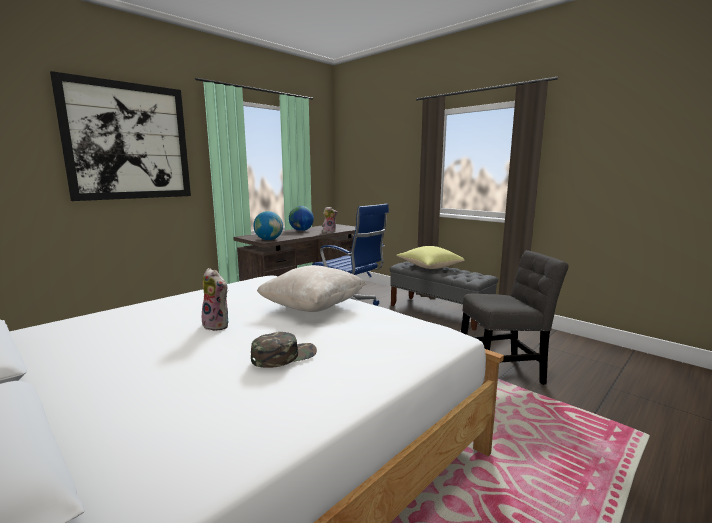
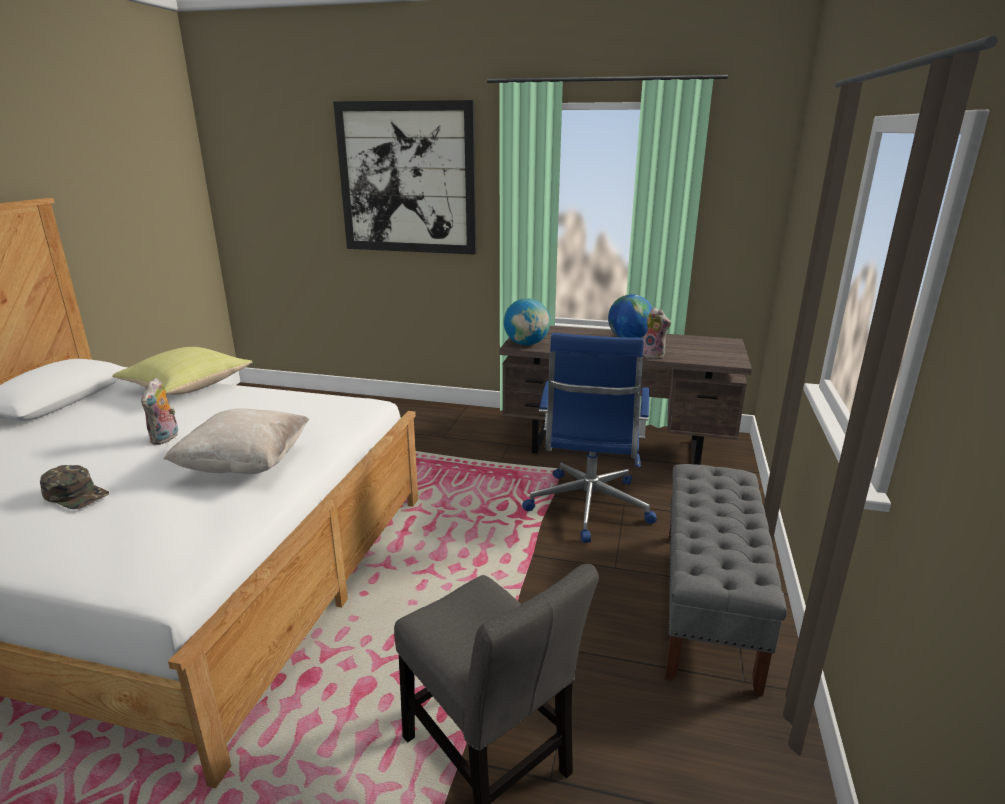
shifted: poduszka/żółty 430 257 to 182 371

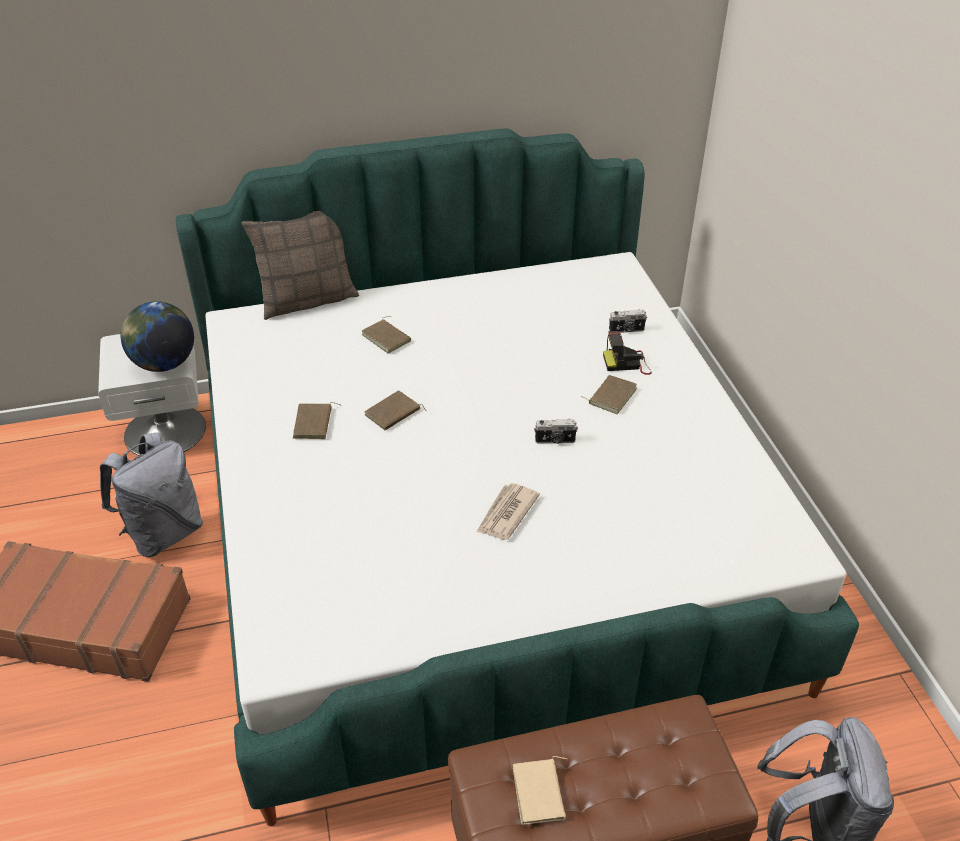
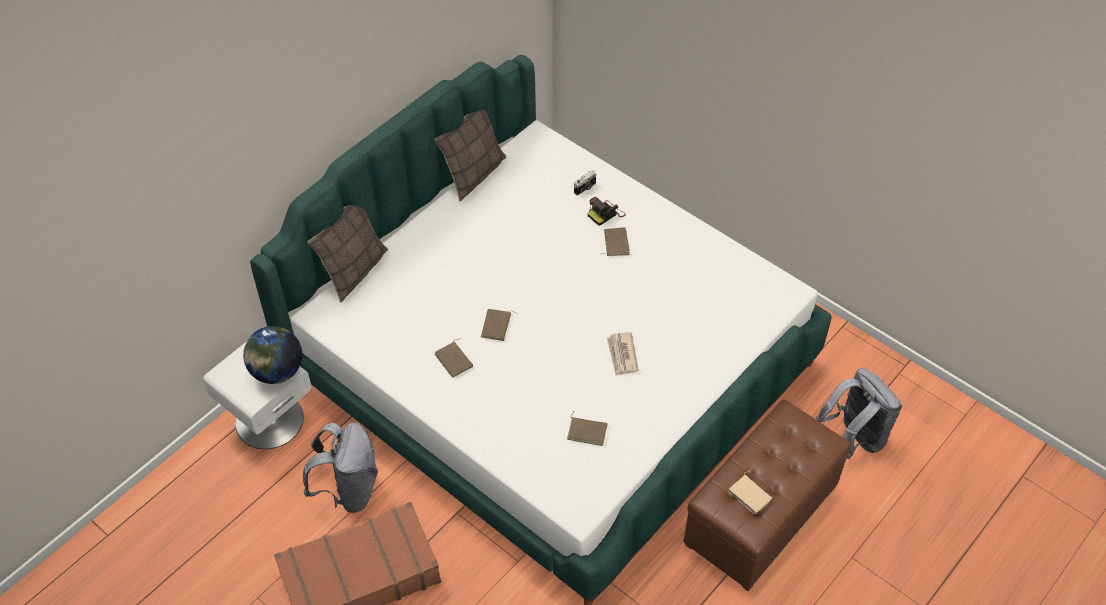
gone: aparat fotograficzny 556 431
new: poduszka 470 155
shifted: książka/brązowy 386 334 to 587 429

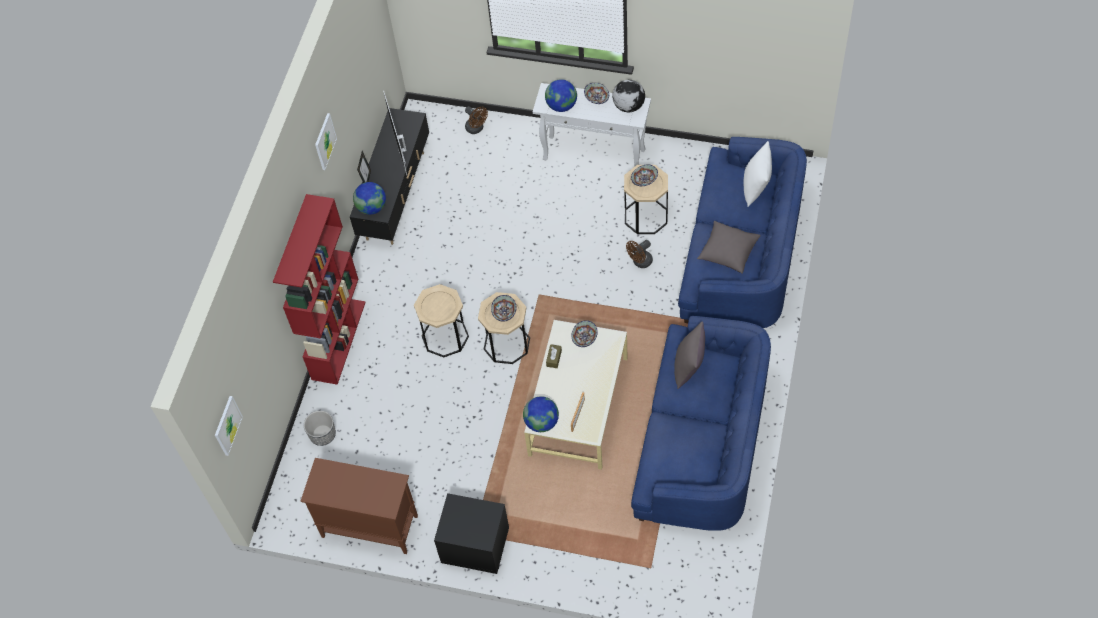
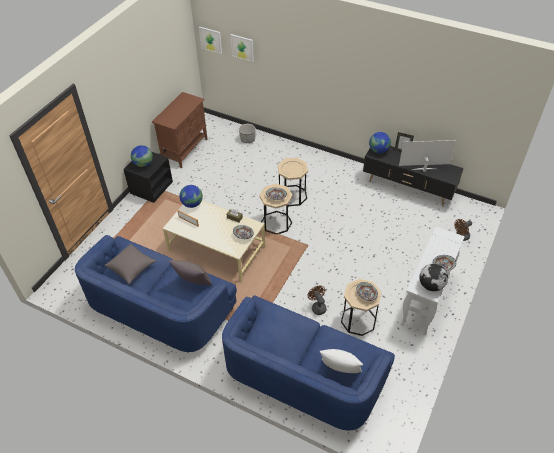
gone: regał/czerwony 319 289
shifted: globus 561 95 to 142 156; obraz 326 141 to 242 48; poduszka/szary 728 247 to 130 264

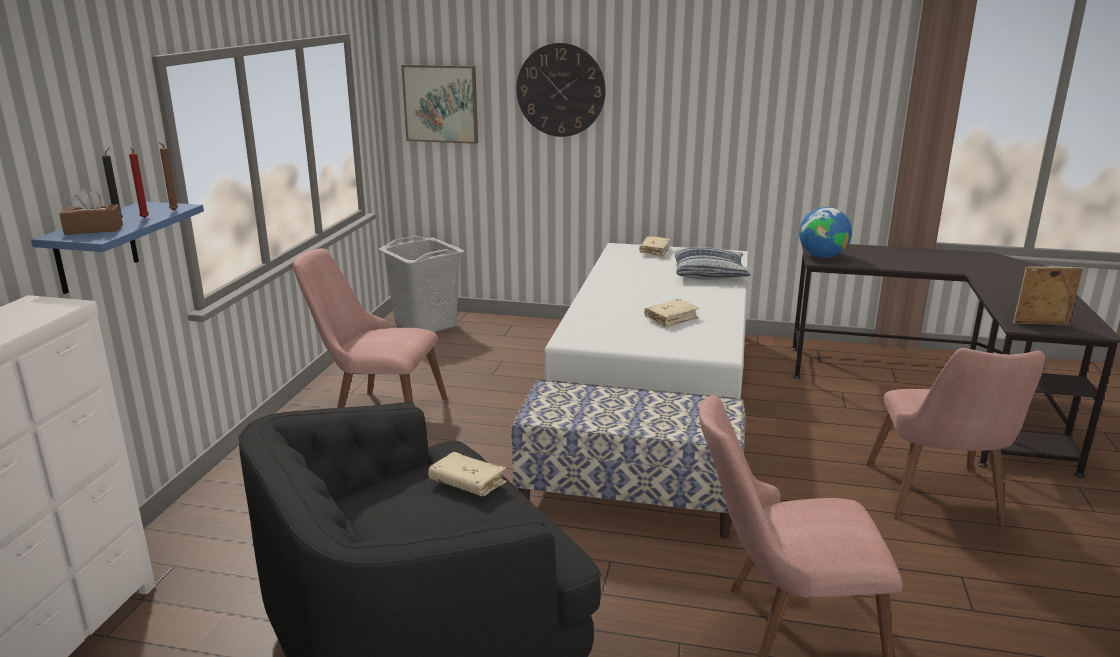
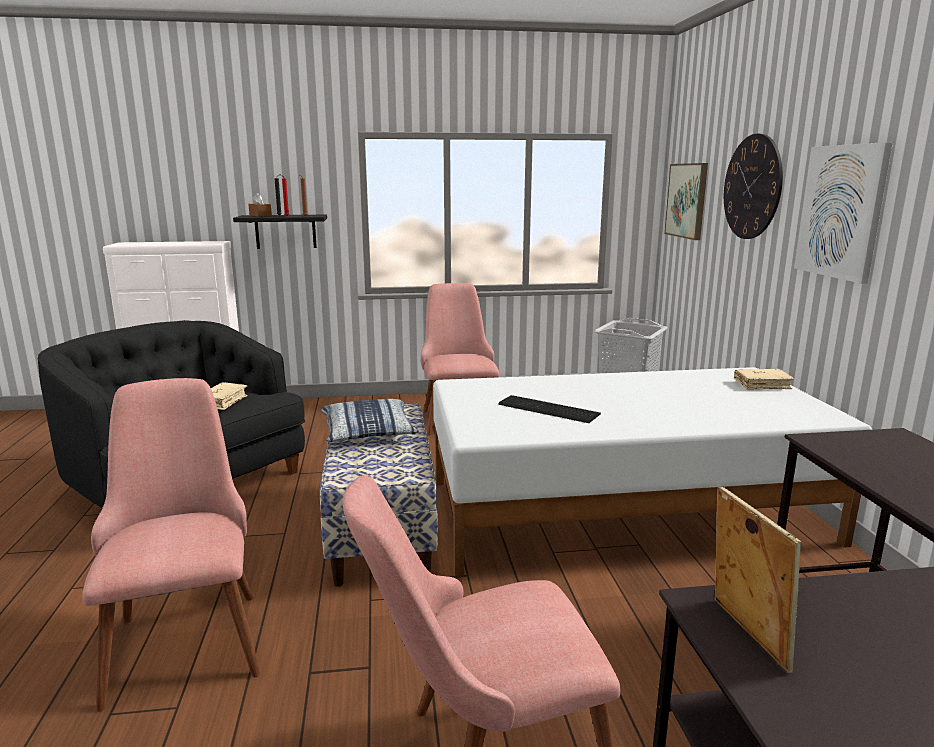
gone: globus 825 232
new: obraz 843 213
shifted: poduszka 712 263 to 370 420
swapped: książka/beżowy 671 313 to klawiatura 549 409
repainted: półka/niebieski 117 248 to półka/czarny 280 232

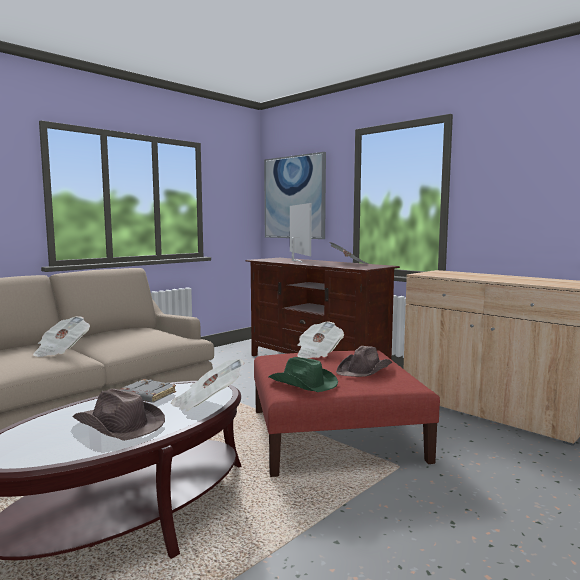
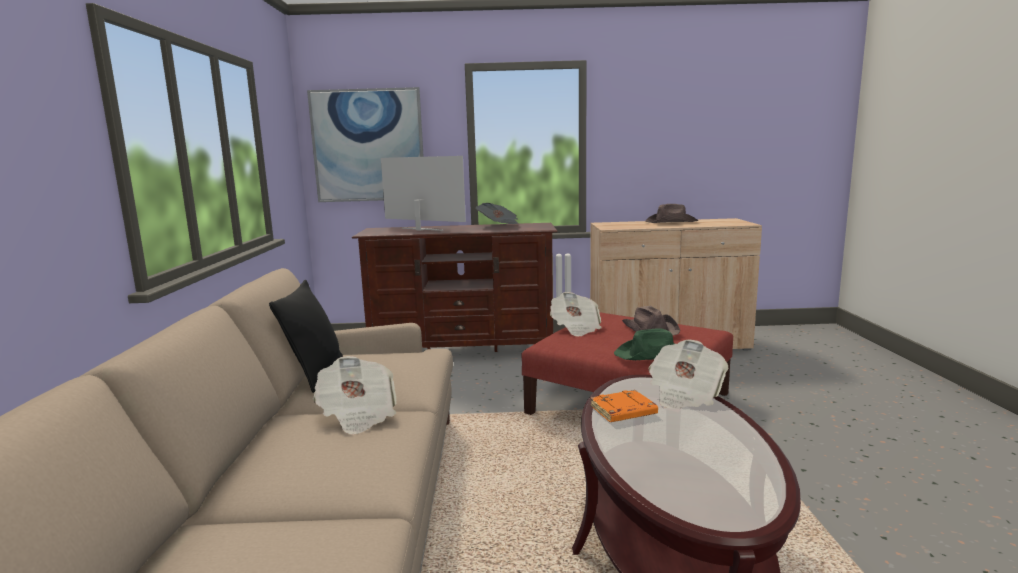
new: poduszka/czarny 306 336
shifted: kapelusz/brązowy 118 415 to 671 213
repainted: książka/szary 147 391 to książka/pomarańczowy 624 406

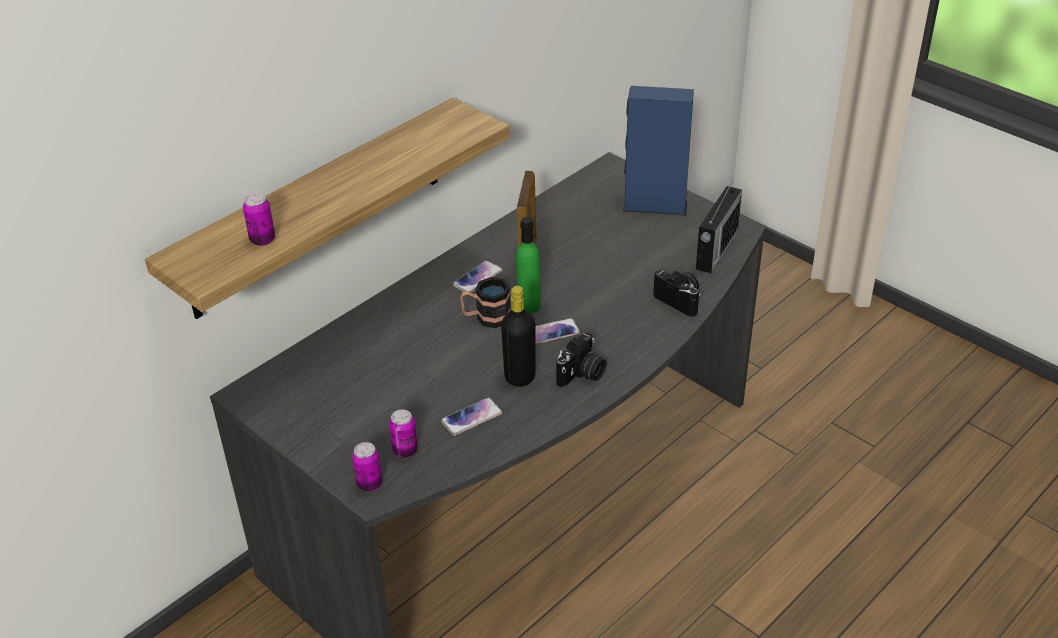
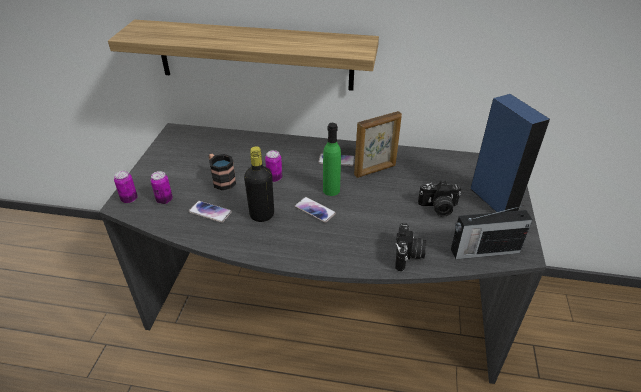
shifted: puszka 259 219 to 273 166; kubek 485 302 to 222 172; aparat fotograficzny 581 359 to 439 199

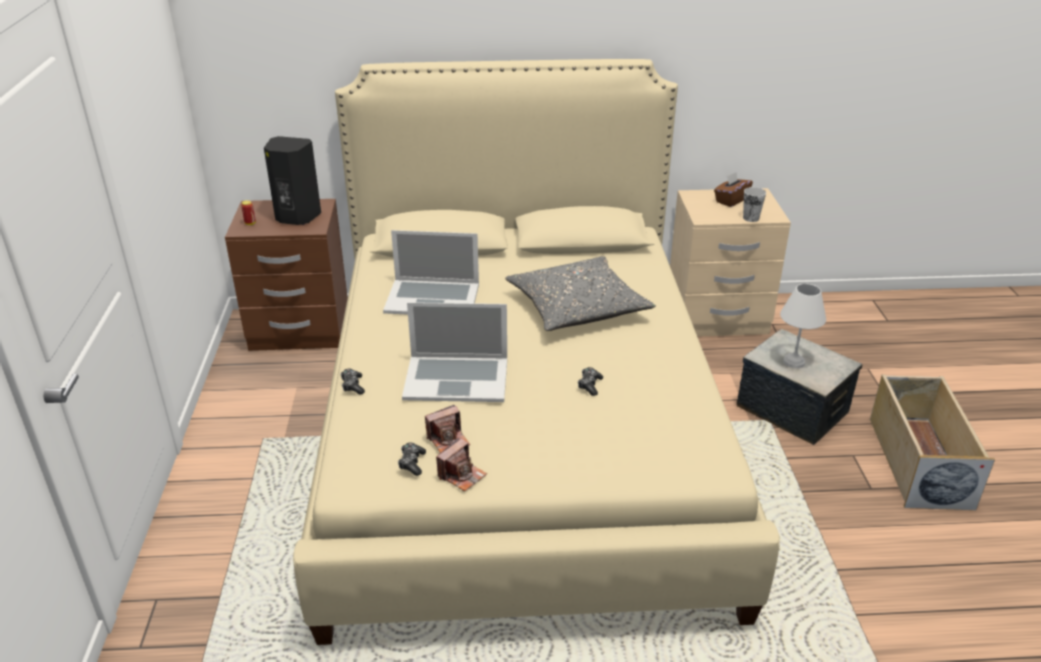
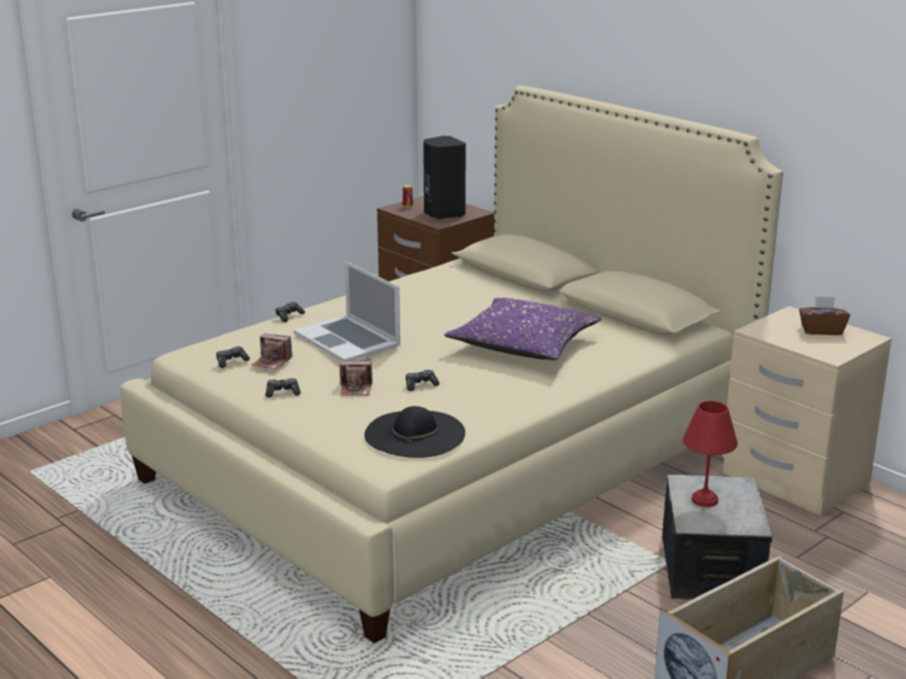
gone: filiżanka 754 204; laptop 431 272
new: pad do gier 283 388; kapelusz/czarny 414 432
shifted: aparat fotograficzny 461 464 to 356 378
repainted: poduszka/szary 580 293 to poduszka/fioletowy 522 329; lampa stołowa/biały 803 325 to lampa stołowa/czerwony 710 454

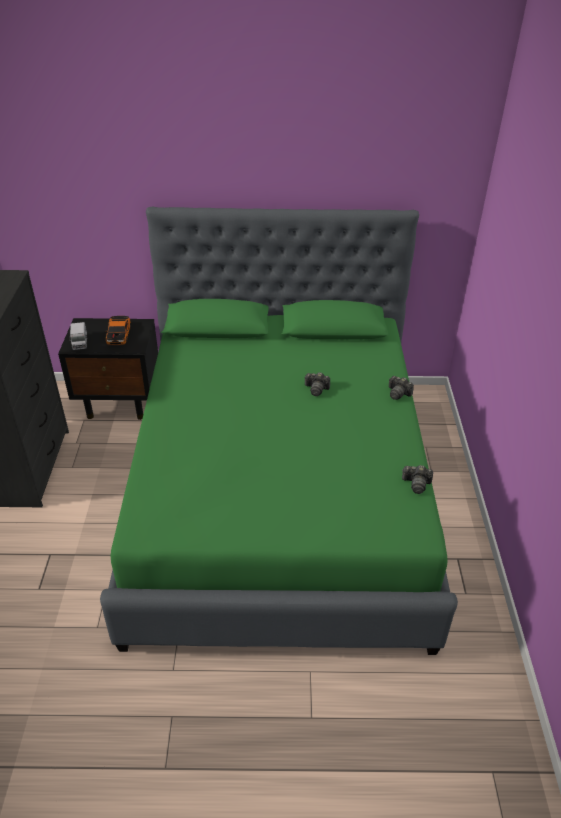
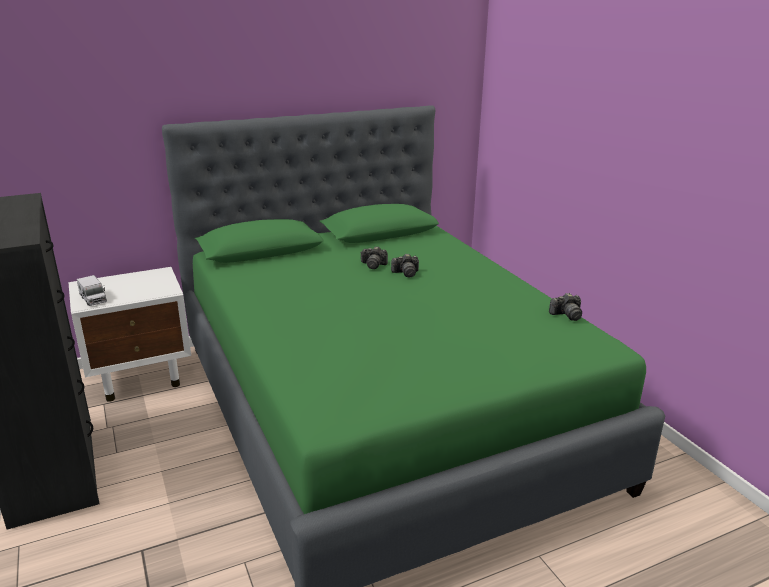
gone: samochodzik 118 331
shifted: aparat fotograficzny 401 388 to 374 257
repainted: szafka nocna/czarny 108 369 to szafka nocna/biały 129 334

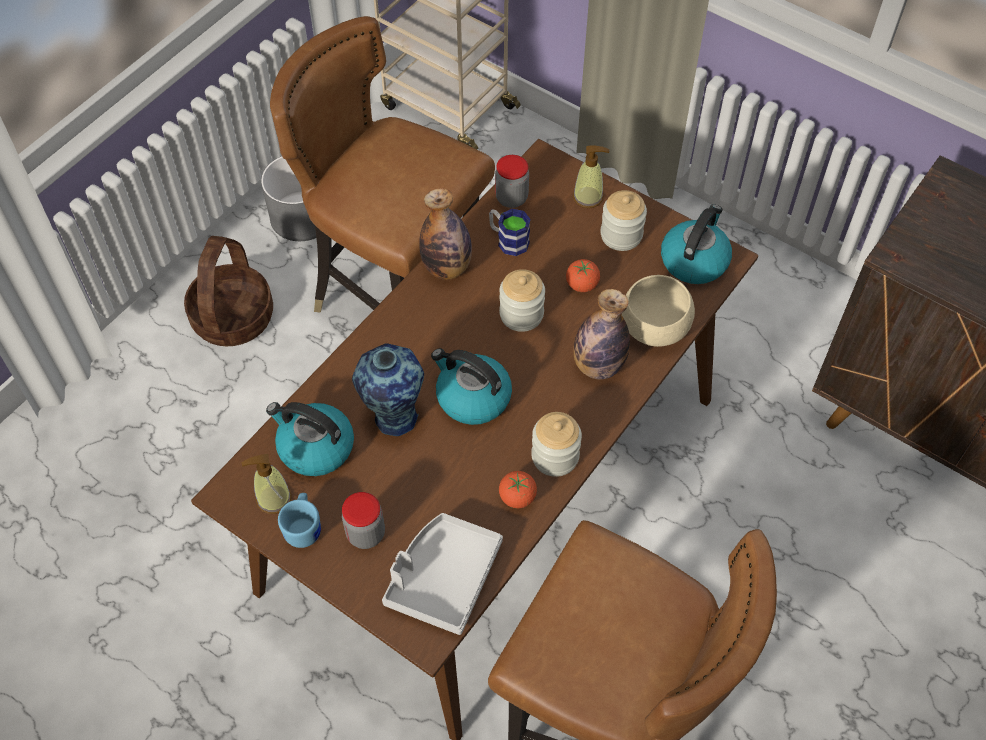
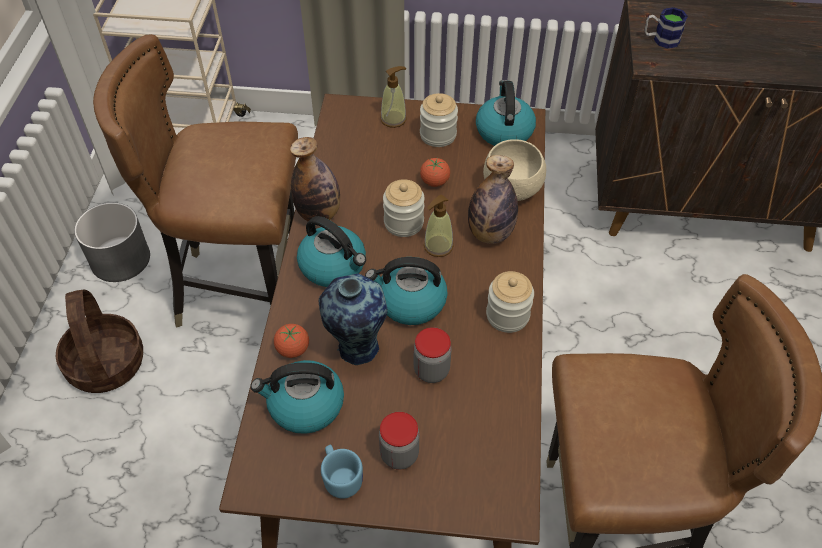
gone: taca/szary 442 574
new: czajnik 331 251
shifted: słoik 512 181 to 433 355; kubek 510 232 to 666 28; dozownik mydła 267 484 to 439 225; pomidor 518 489 to 291 341

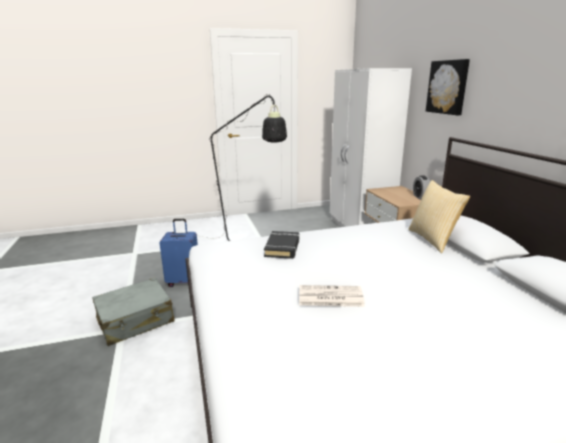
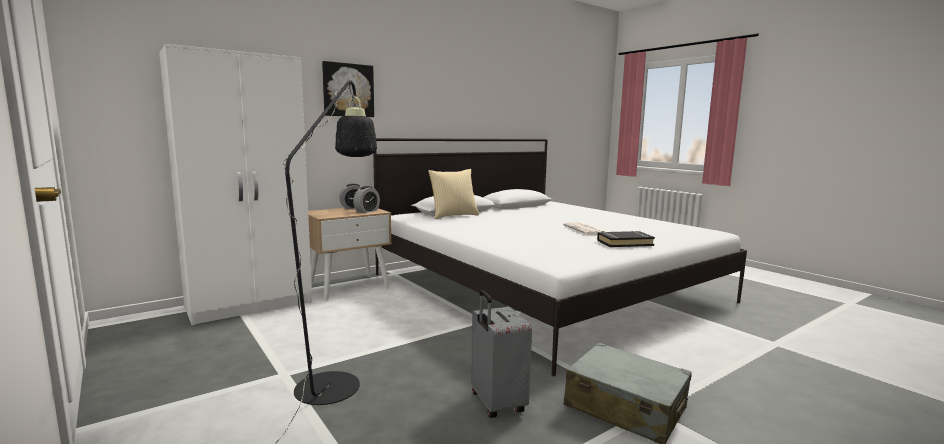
new: budzik 366 199
shifted: książka/czarny 281 245 to 626 239
repainted: walizka/niebieski 178 253 to walizka/szary 501 354

